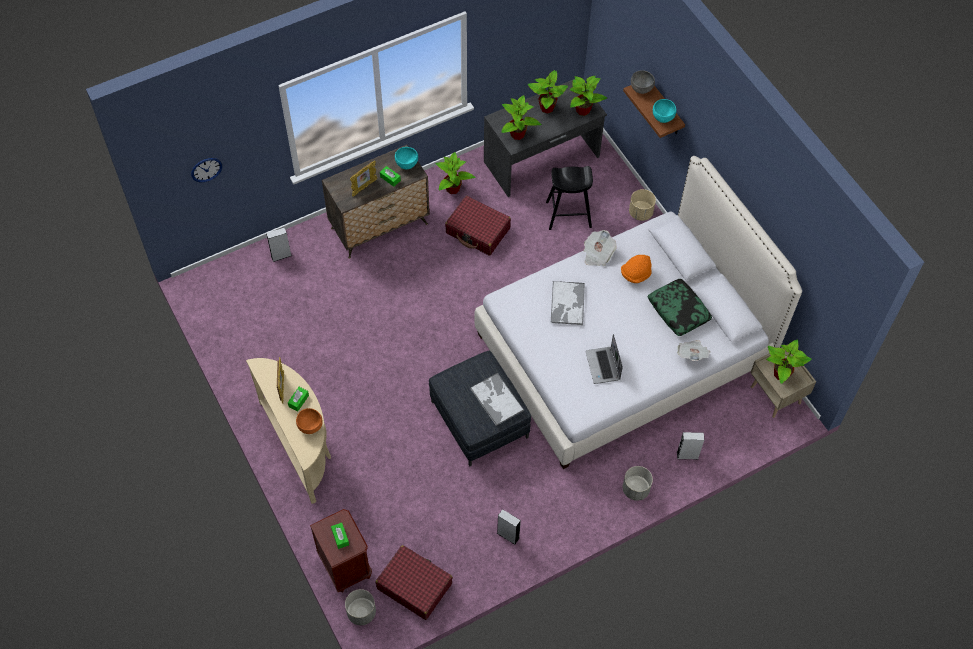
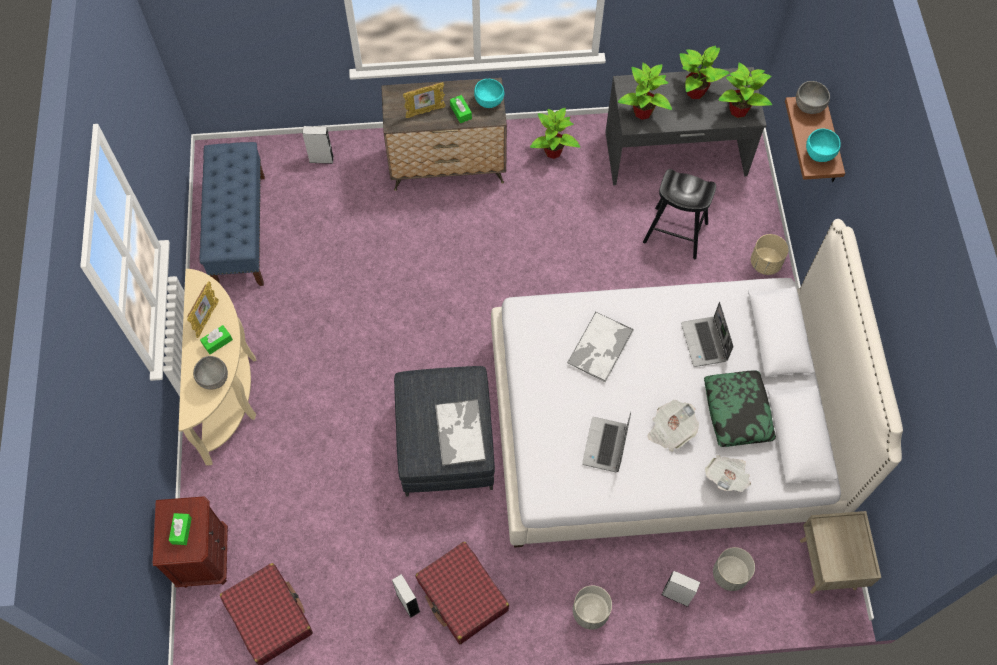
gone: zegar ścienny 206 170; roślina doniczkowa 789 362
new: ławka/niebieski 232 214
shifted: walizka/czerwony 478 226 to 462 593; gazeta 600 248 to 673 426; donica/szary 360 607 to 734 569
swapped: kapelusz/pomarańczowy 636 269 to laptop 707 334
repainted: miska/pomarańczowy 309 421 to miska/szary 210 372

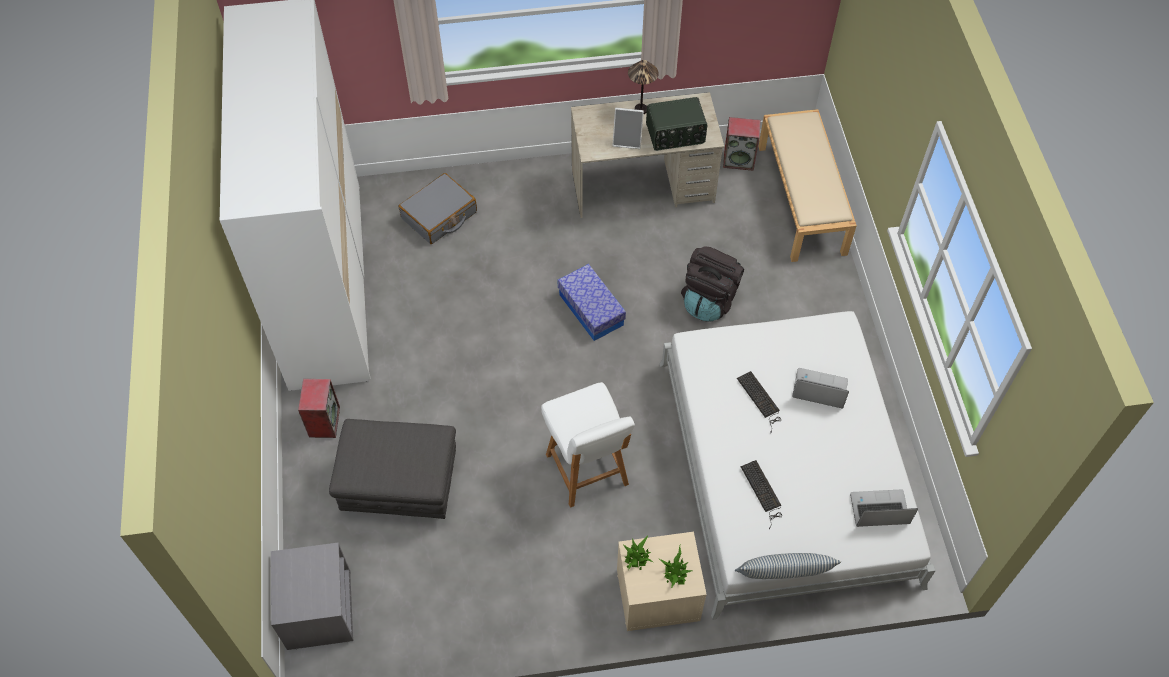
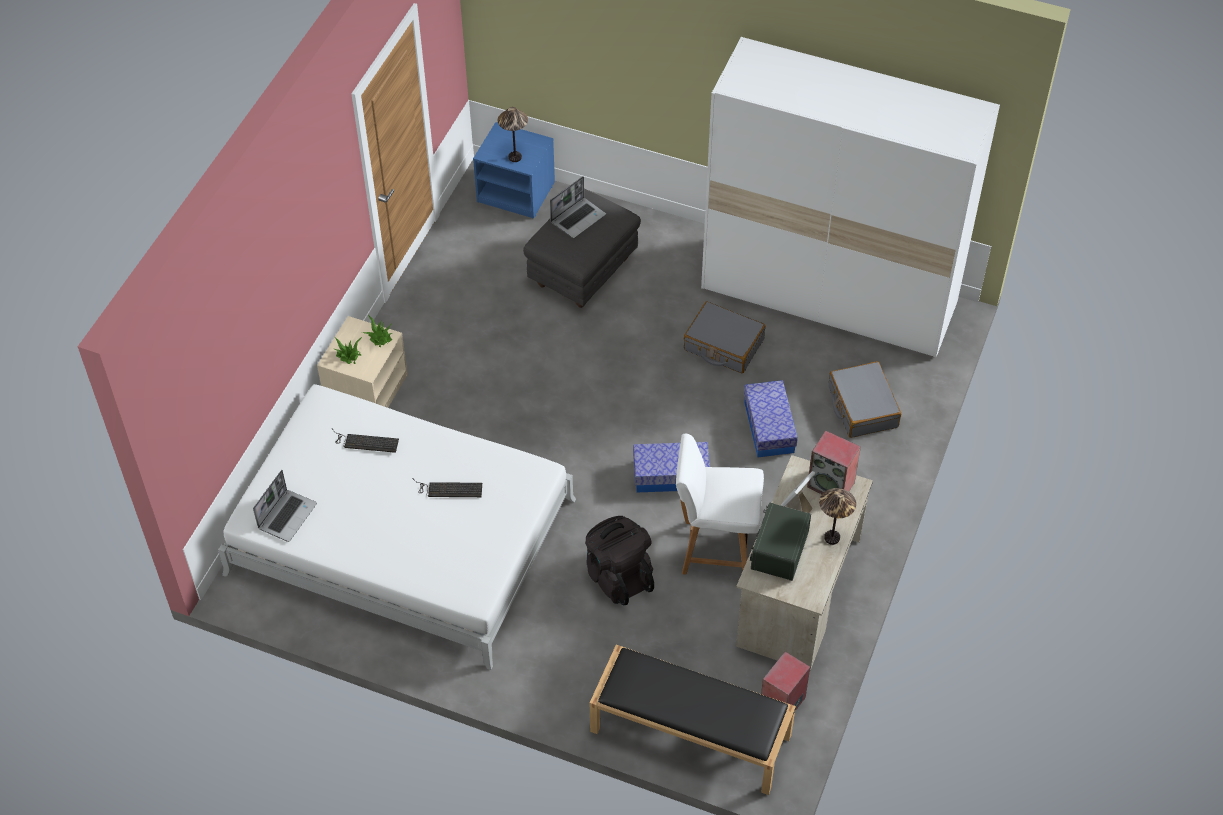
gone: poduszka 788 566
new: lampa stołowa 512 134; walizka/szary 725 337; pojemnik do przechowywania 771 419
shifted: laptop 820 388 to 578 207; głośnik 319 408 to 834 462; krzesło/biały 588 445 to 720 504
repainted: ławka/beżowy 807 185 to ławka/czarny 693 719; szafka nocna/szary 312 596 to szafka nocna/niebieski 514 170

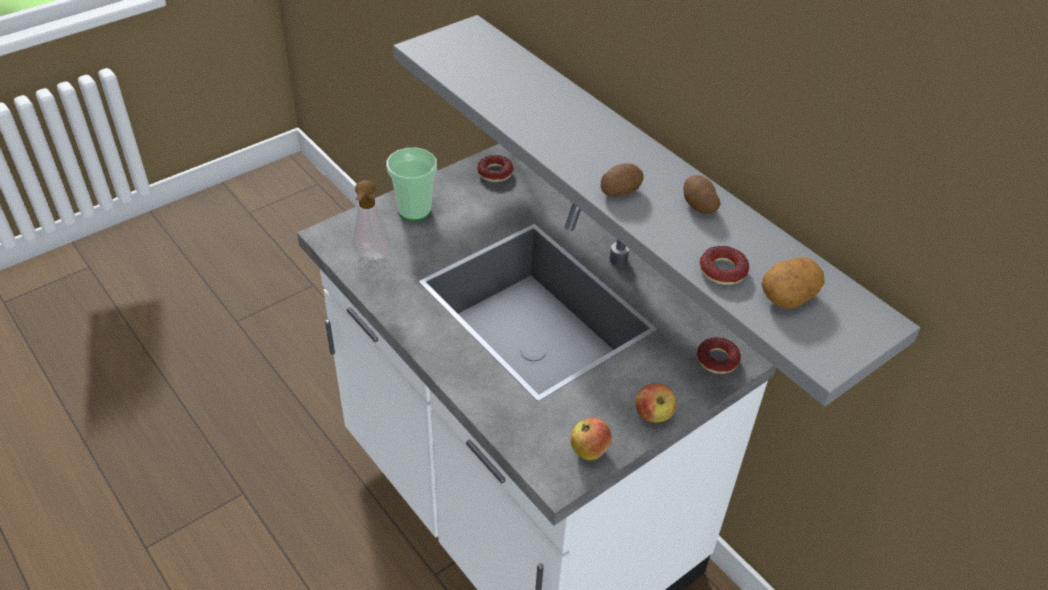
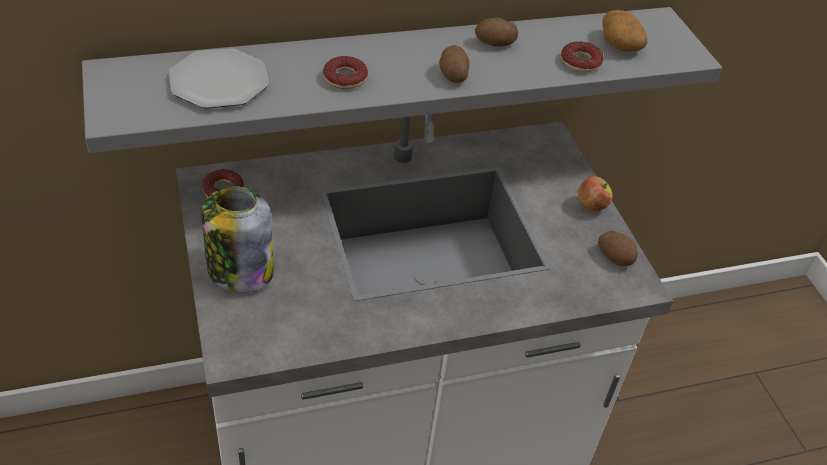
gone: dozownik mydła 371 220
new: talerz 219 78
shifted: donut 719 355 to 345 72
swapped: filiżanka 411 184 to słoik 238 239; jabłko 591 439 to ziemniak 618 248

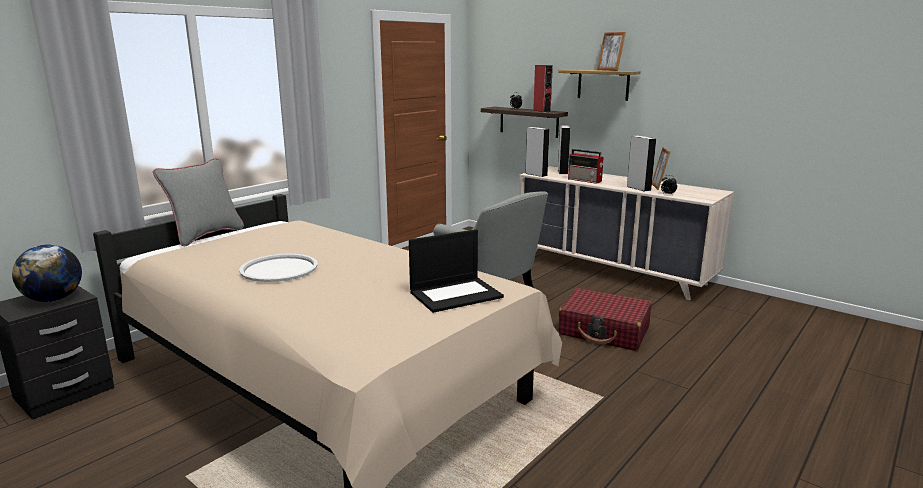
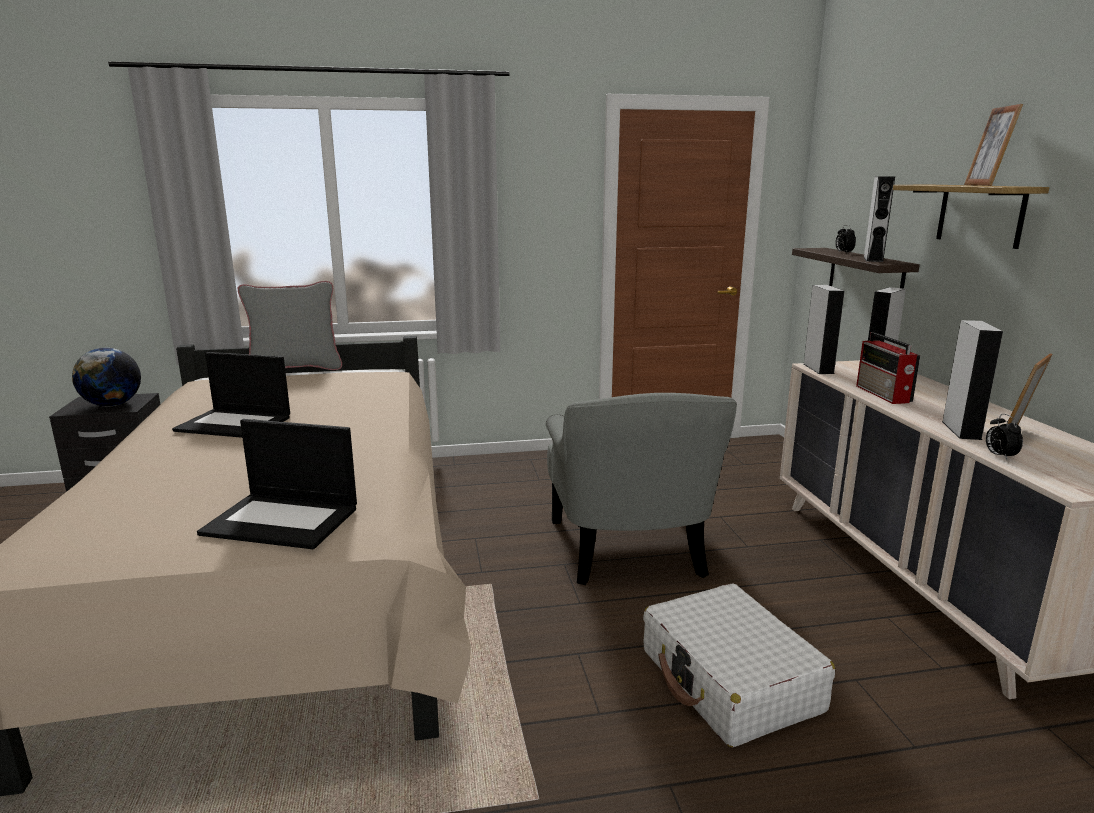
swapped: taca/biały 278 268 to laptop 231 395
repainted: głośnik/czerwony 543 88 to głośnik/szary 879 219; walizka/czerwony 605 319 to walizka/biały 739 665

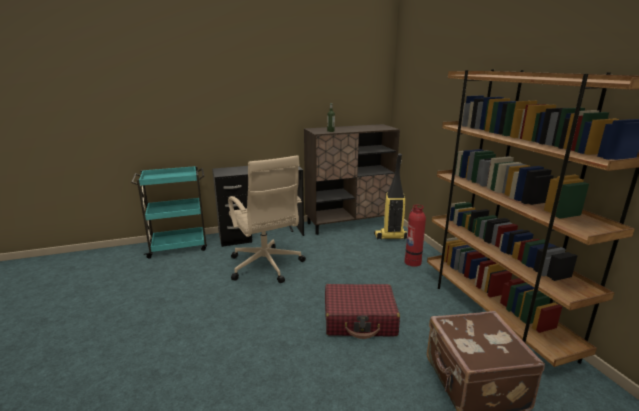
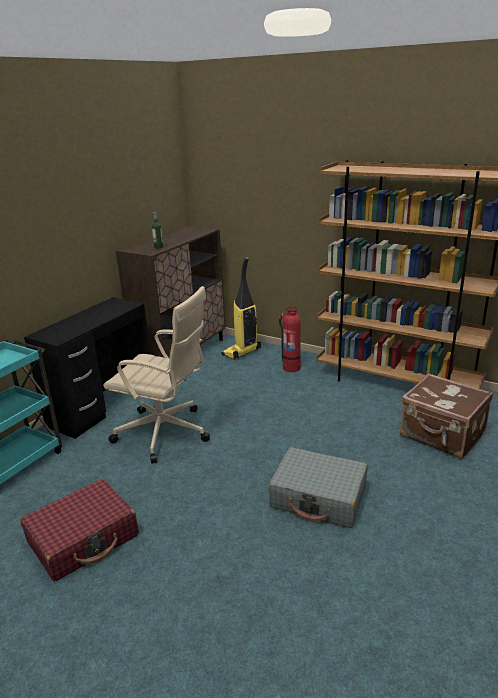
new: walizka/szary 318 487
shifted: walizka/czerwony 362 311 to 79 530

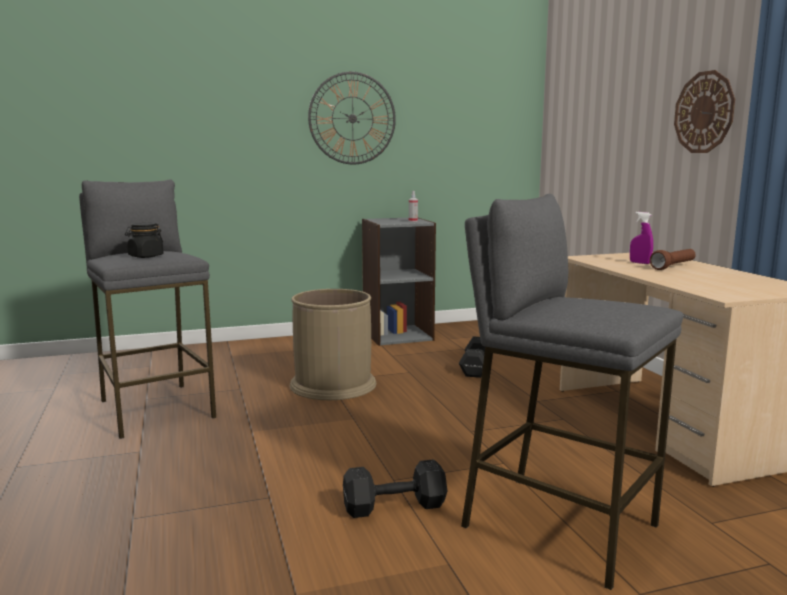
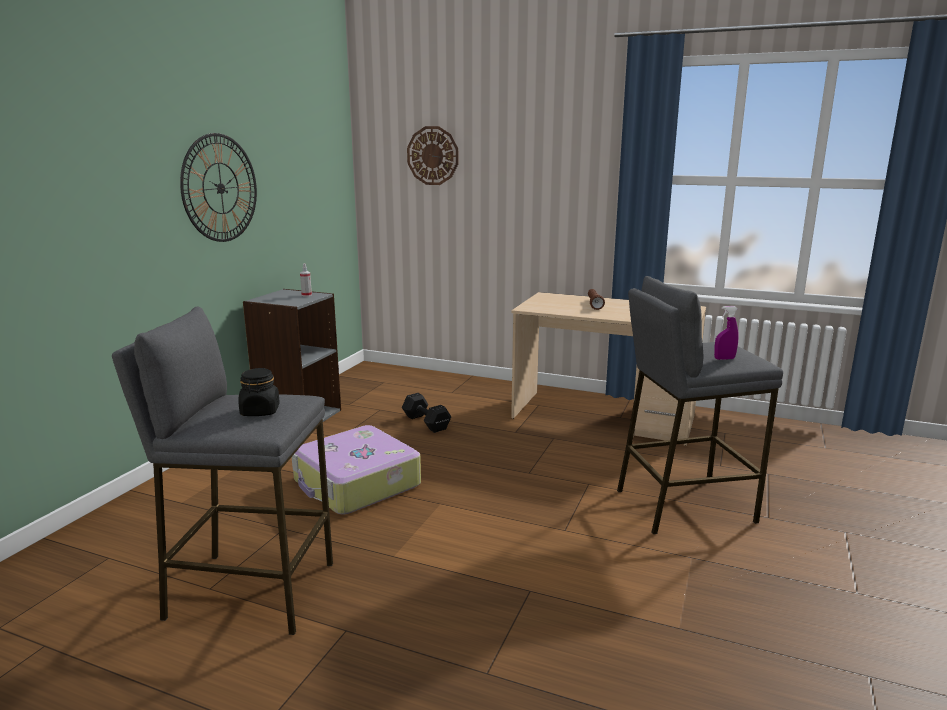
gone: hantel/czarny 395 488
shifted: zegar ścienny 704 111 to 432 155; spryskiwacz/fioletowy 641 238 to 726 333
swapped: kosz na śmieci/brązowy 333 344 to walizka 356 470

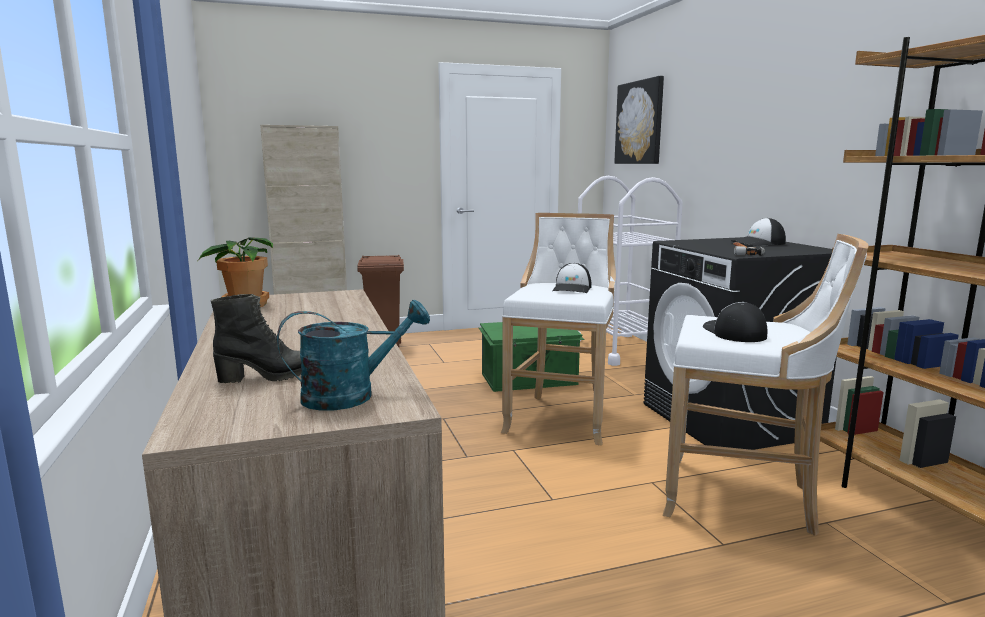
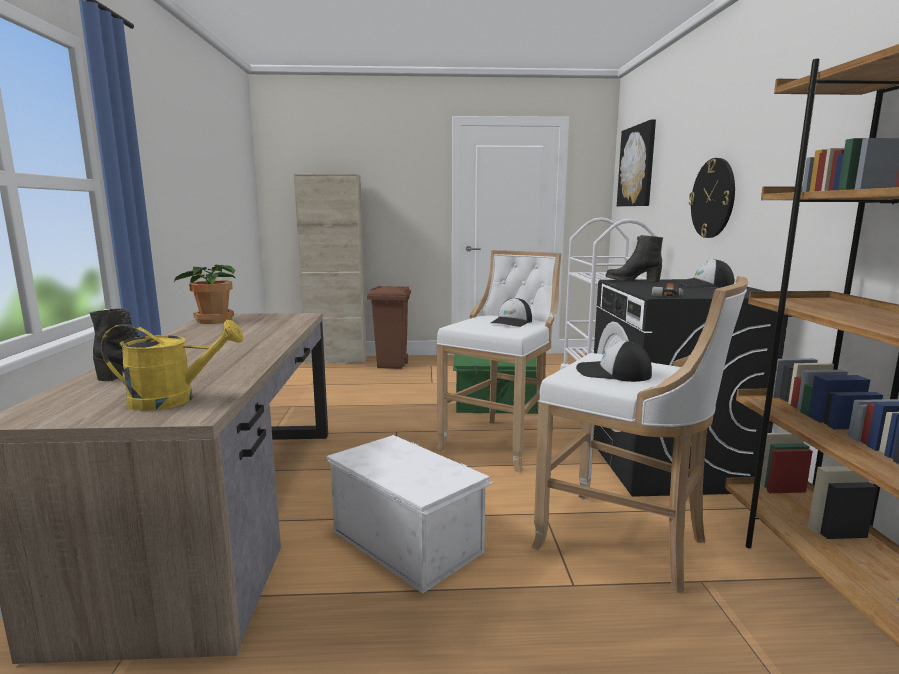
new: zegar ścienny 712 198; but z cholewką/czarny 634 258; pojemnik do przechowywania/biały 410 514
repainted: konewka/turkusowy 353 355 to konewka/żółty 172 365
rotated: czapka z daszkiem 735 322 = 614 361 75 degrees counterclockwise

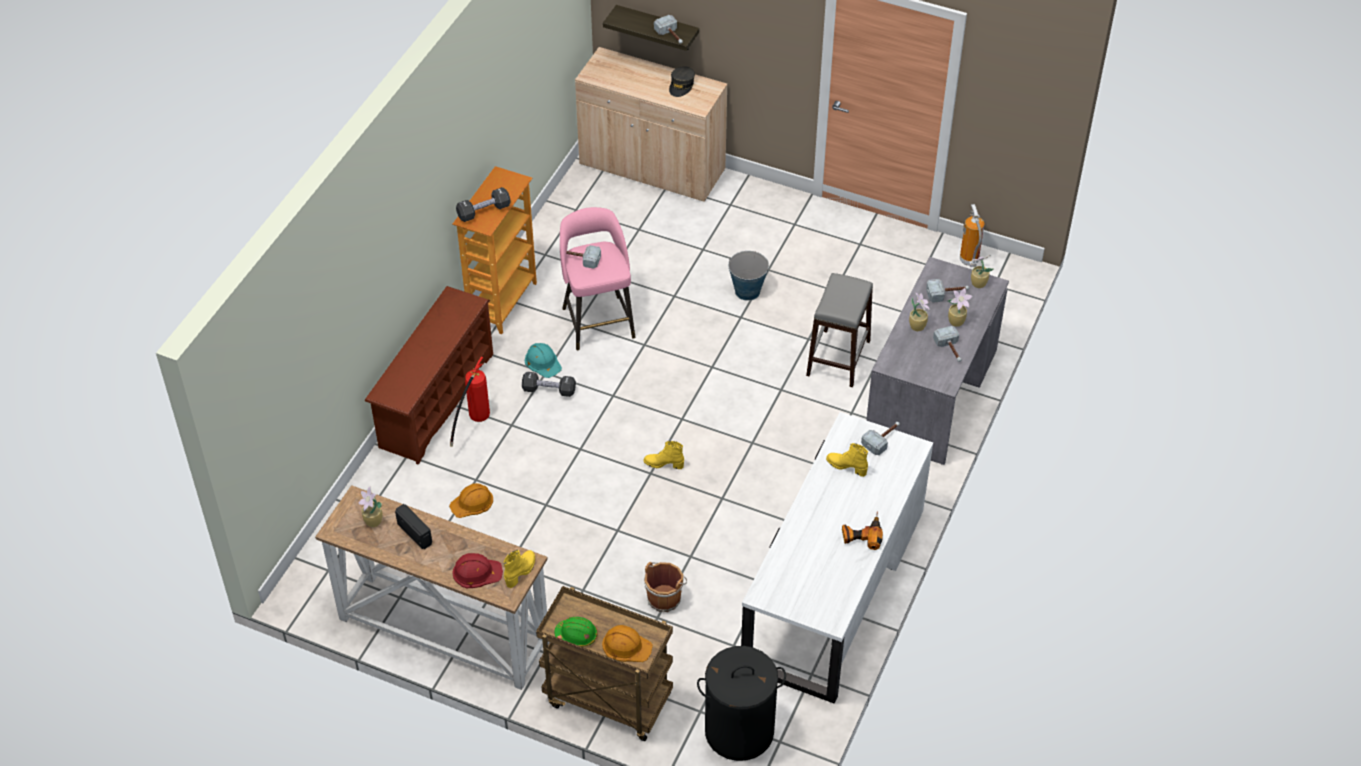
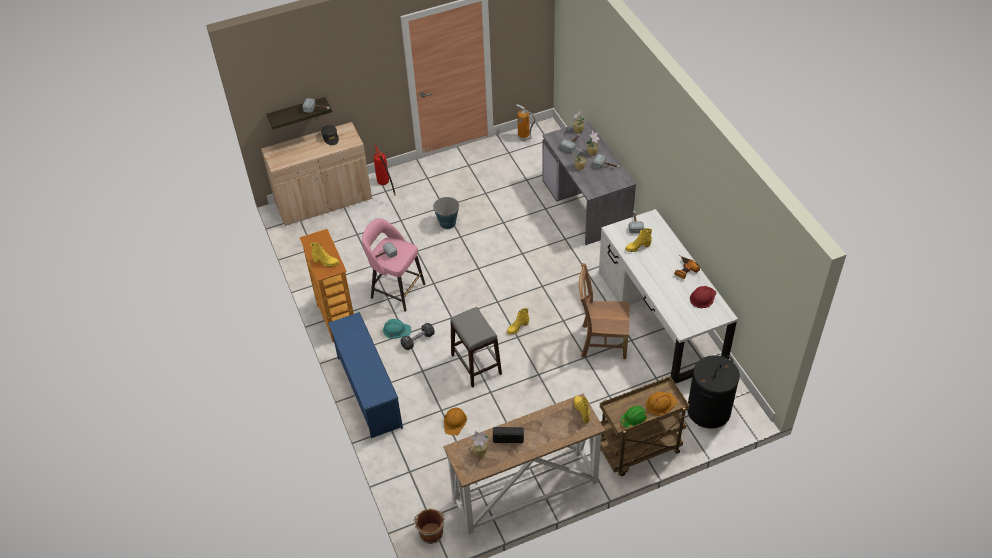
new: krzesło/brązowy 604 311
shifted: stołek/szary 839 330 to 476 347; gaśnica 470 402 to 385 170; kask/czerwony 477 570 to 703 297; wiadro/brązowy 665 587 to 428 526
swapped: hantel/czarny 483 204 to but z cholewką/żółty 325 254
repainted: regał na buty/brązowy 429 375 to regał na buty/niebieski 365 375

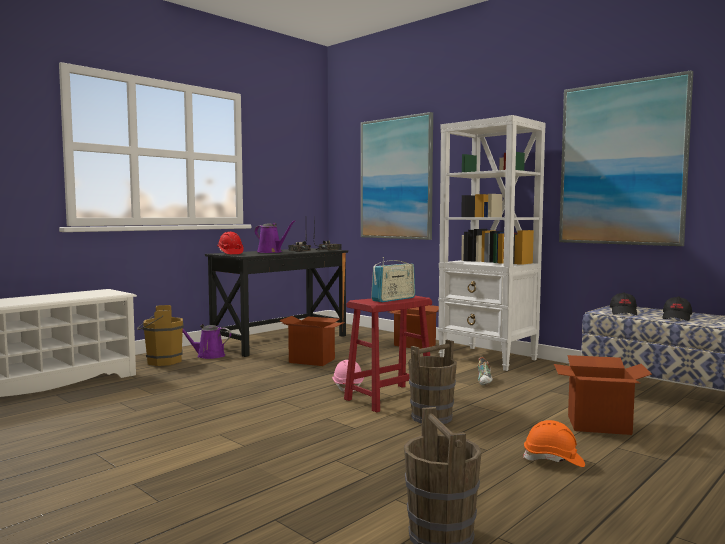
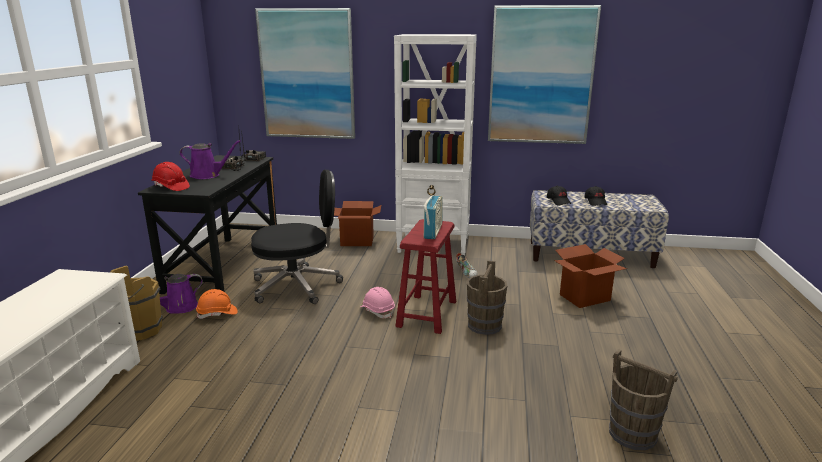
shifted: kask/pomarańczowy 554 443 to 217 304
swapped: karton 312 341 to krzesło biurowe/czarny 297 237

